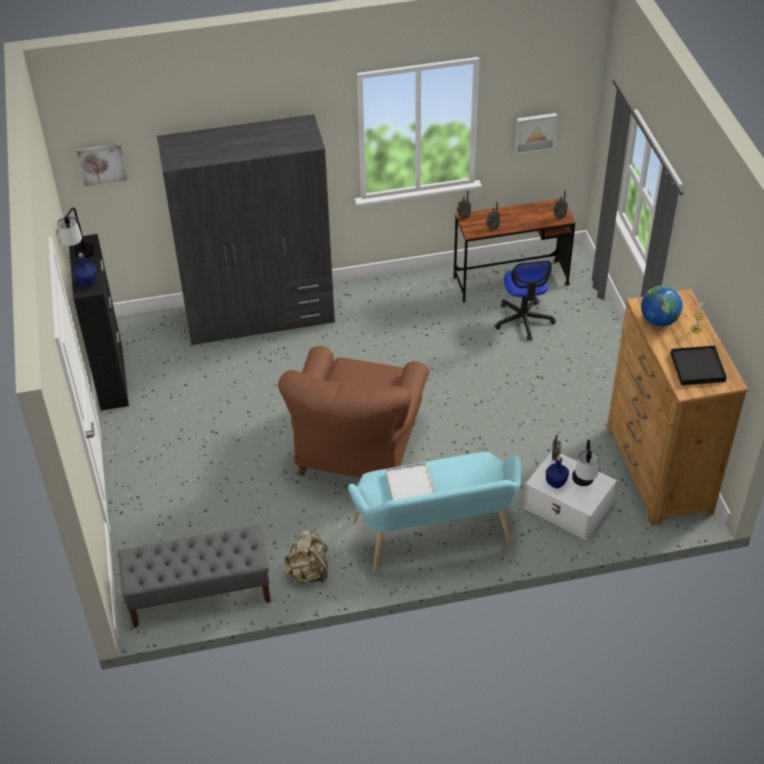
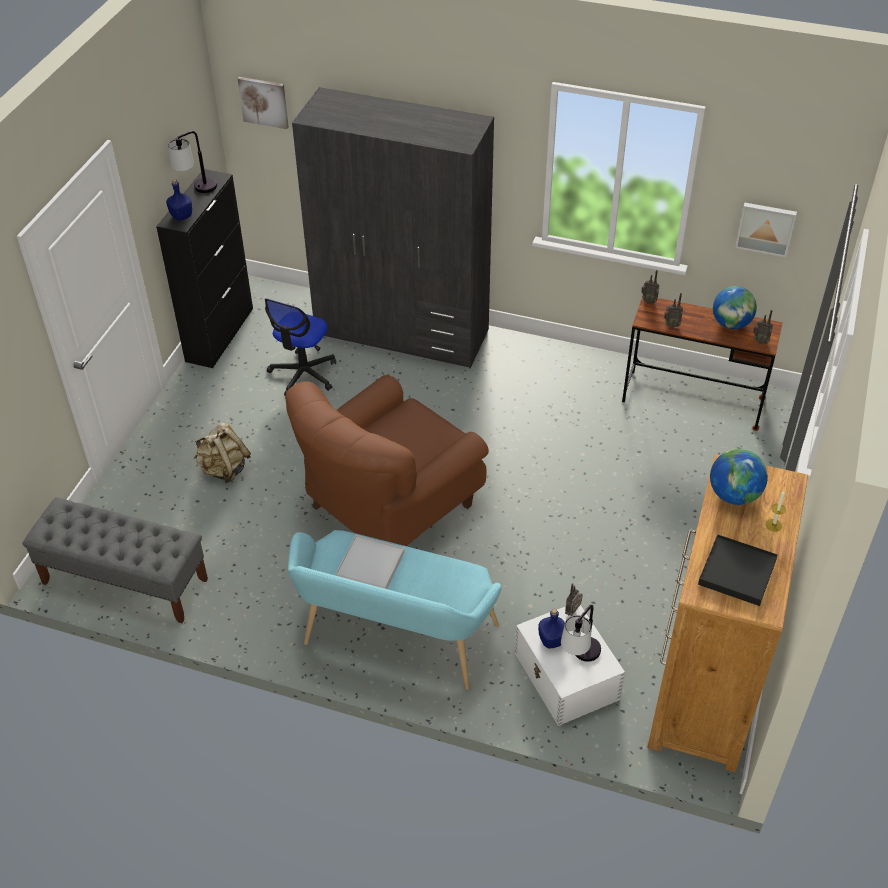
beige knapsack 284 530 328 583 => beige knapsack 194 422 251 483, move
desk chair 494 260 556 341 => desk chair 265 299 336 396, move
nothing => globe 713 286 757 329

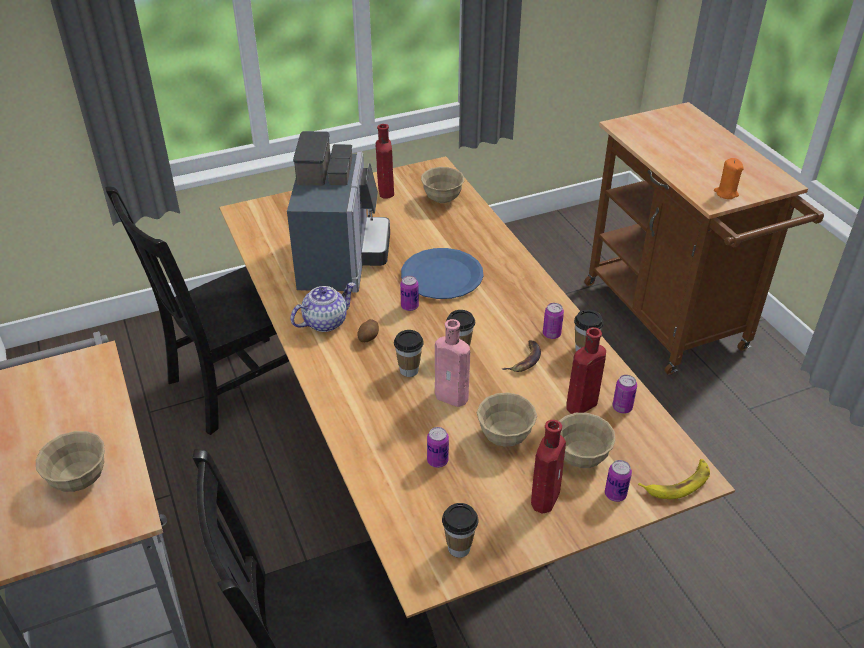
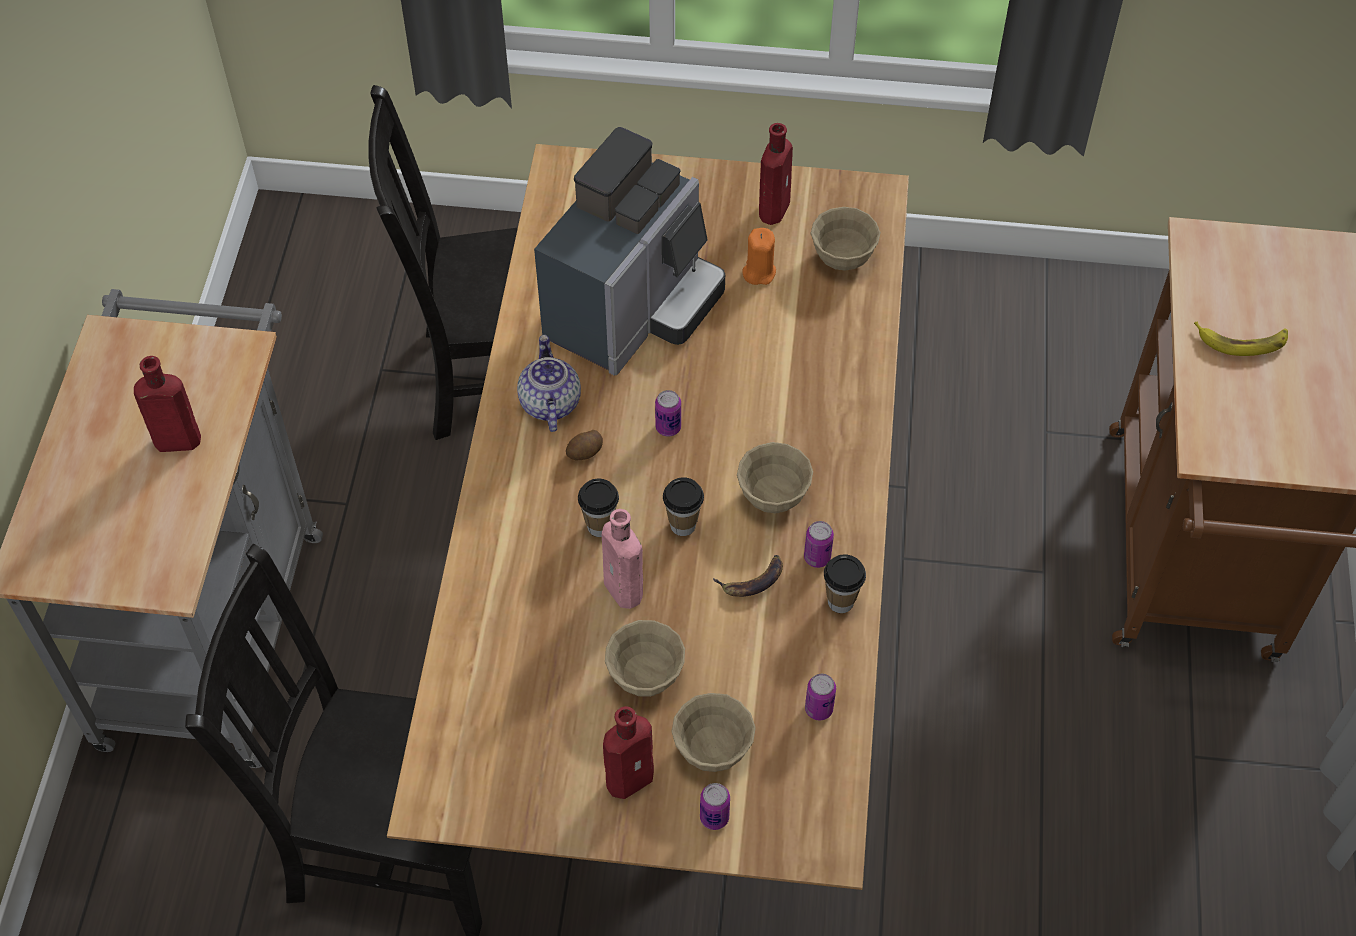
reddish drink bottle 566 327 606 414 => reddish drink bottle 134 356 201 452, move
pot for tea 290 282 356 332 => pot for tea 517 335 581 432, 90 degrees counterclockwise
beige bowl 36 431 105 492 => beige bowl 737 442 813 514, move
orange wax light 714 158 744 199 => orange wax light 742 228 776 285, move
banana 638 459 710 499 => banana 1194 322 1288 356, move
blue-coloured plate 401 248 484 299 => nothing
metal can 427 427 449 468 => nothing
drinking cup 442 503 479 558 => nothing

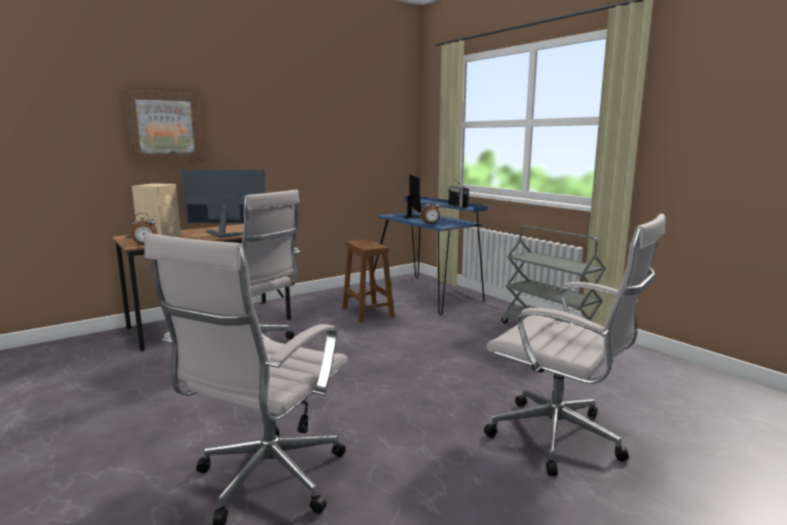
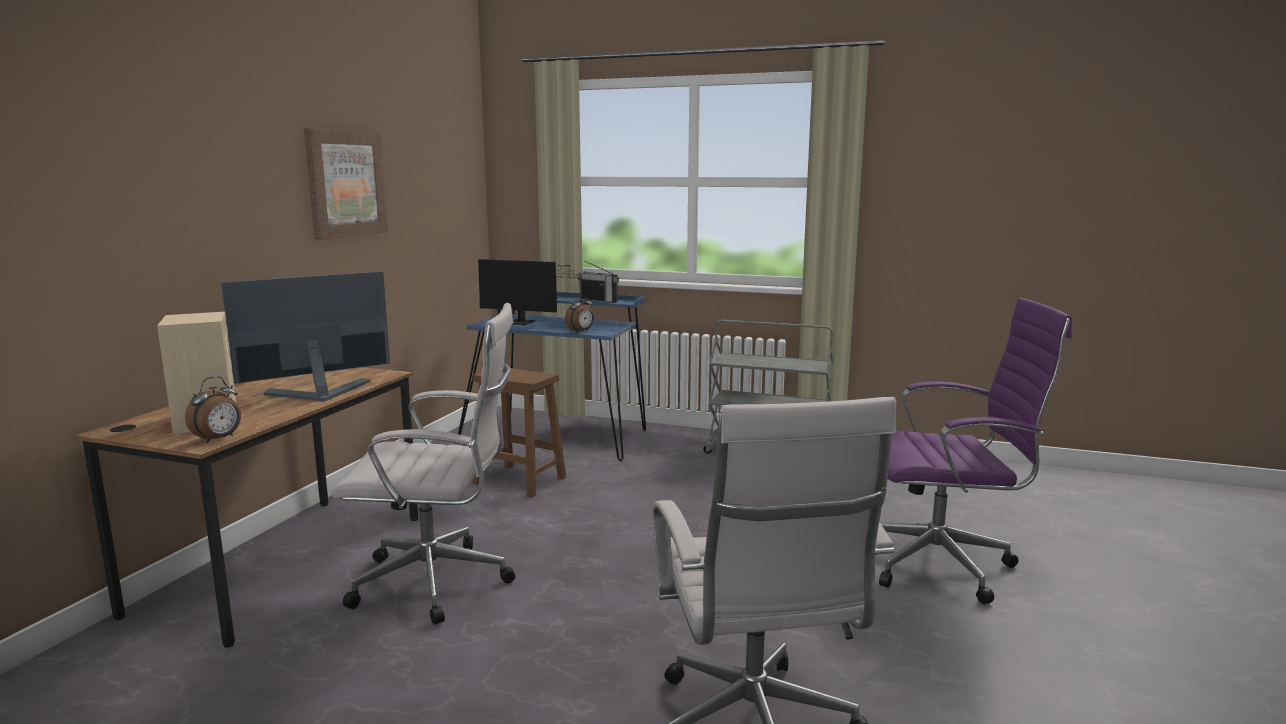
wall picture 124 89 204 163 => wall picture 304 128 388 240, move
computer display 403 174 420 219 => computer display 478 259 575 325, 150 degrees clockwise
whitish desk chair 484 214 665 476 => purple desk chair 879 298 1072 604

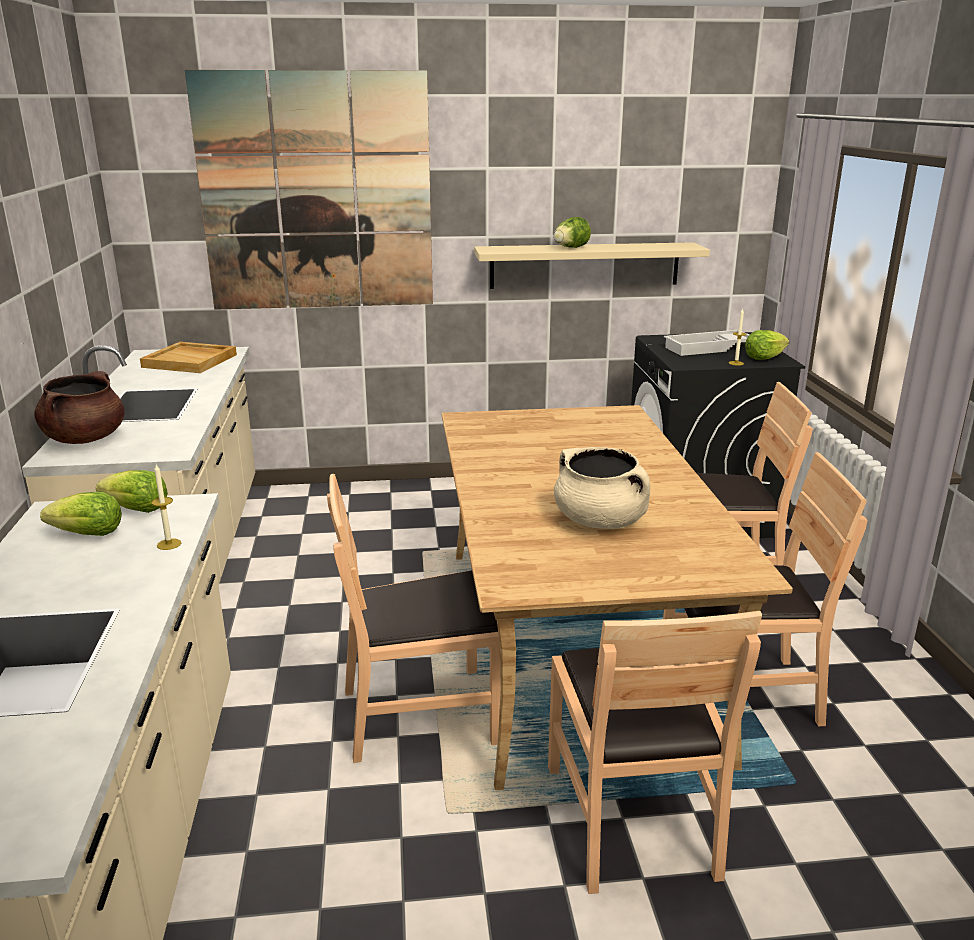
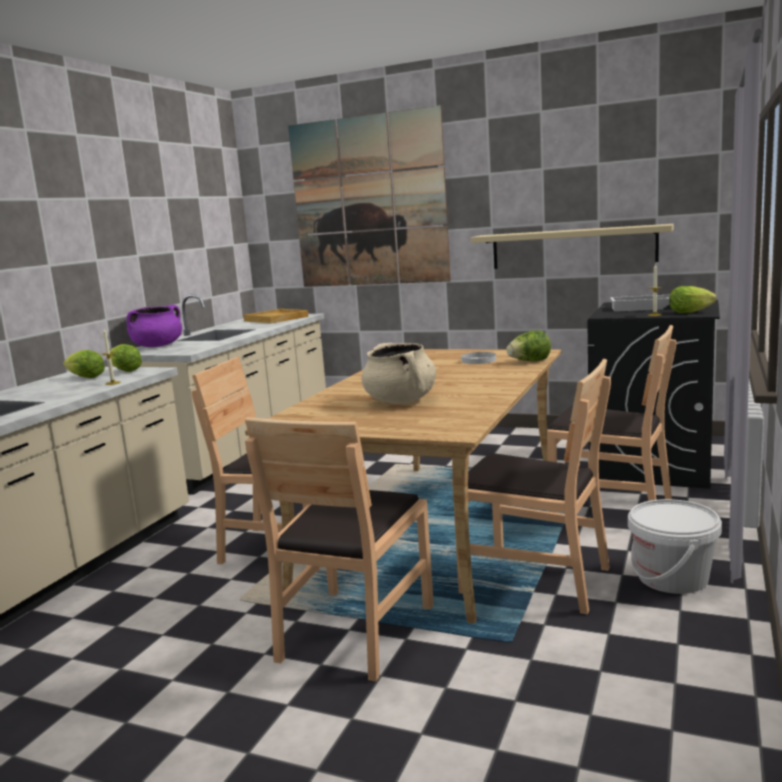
brownish saucepot 34 371 125 444 => purple saucepot 126 305 182 347
nothing => whitish plate 461 352 496 364
lettuce head 554 217 591 248 => lettuce head 506 330 551 361, move
nothing => whitish pail 628 499 722 594

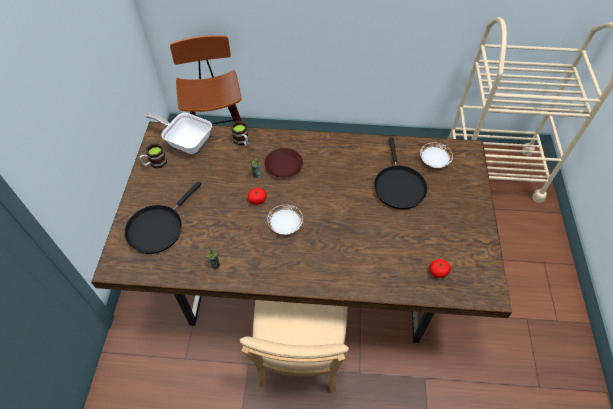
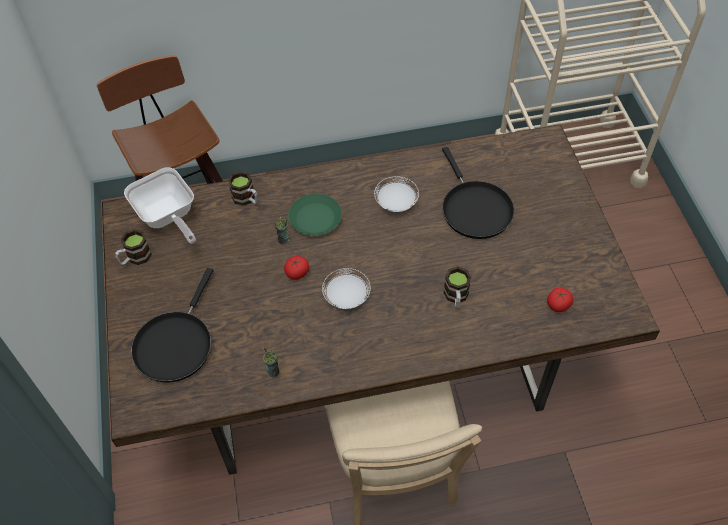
pan 145 113 212 154 => pan 124 167 196 244, 135 degrees counterclockwise
brownish plate 264 148 303 178 => green-coloured plate 288 194 342 236
whitish plate 420 143 453 168 => whitish plate 374 176 419 212, move
nothing => tea mug 443 266 471 308

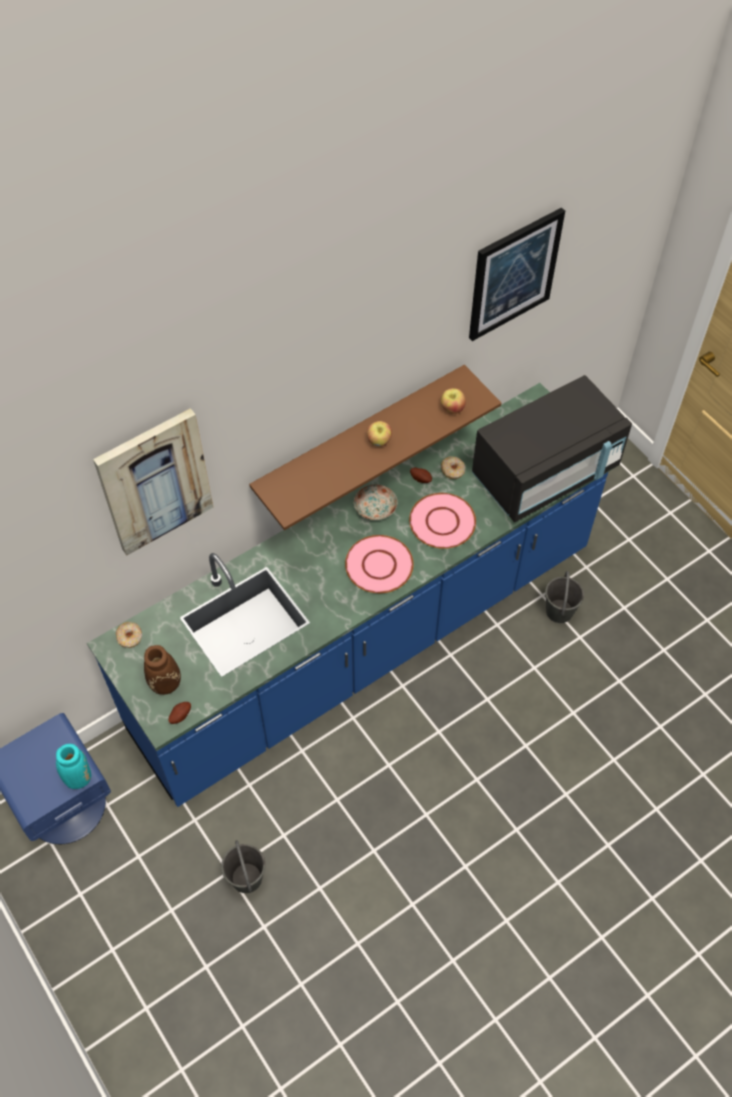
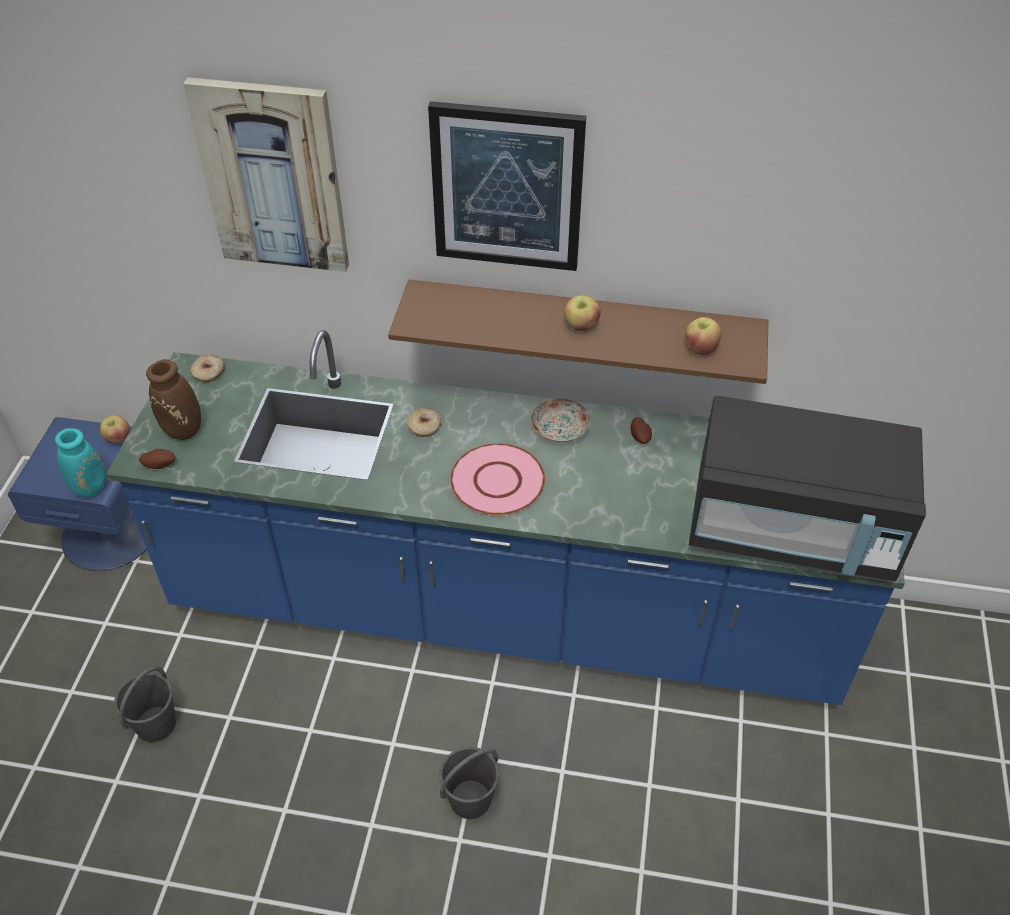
nothing => whole apple 100 415 130 443
doughnut 441 456 465 479 => doughnut 407 407 441 437, move
wall picture 469 207 565 341 => wall picture 428 101 586 271, move
greyish pail 545 571 584 623 => greyish pail 439 747 499 819, move
pink-coloured plate 409 493 476 549 => nothing

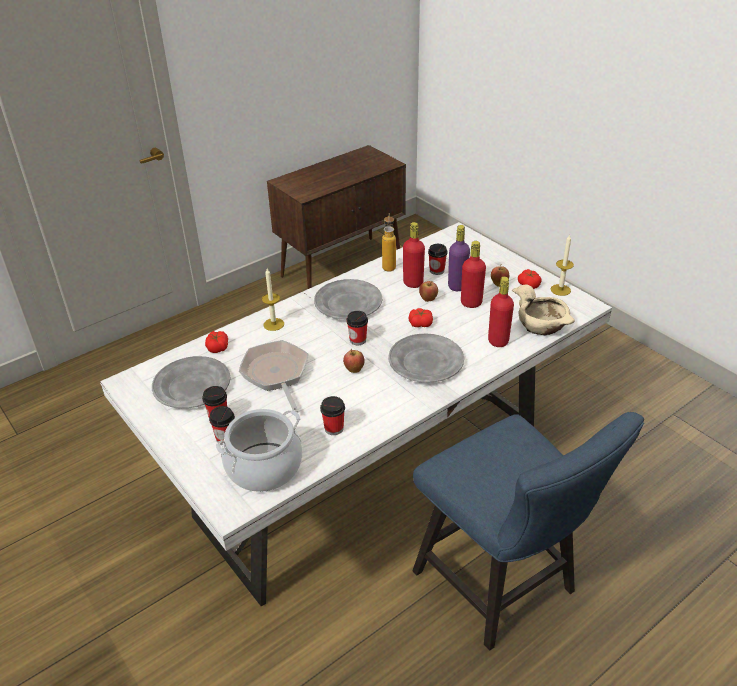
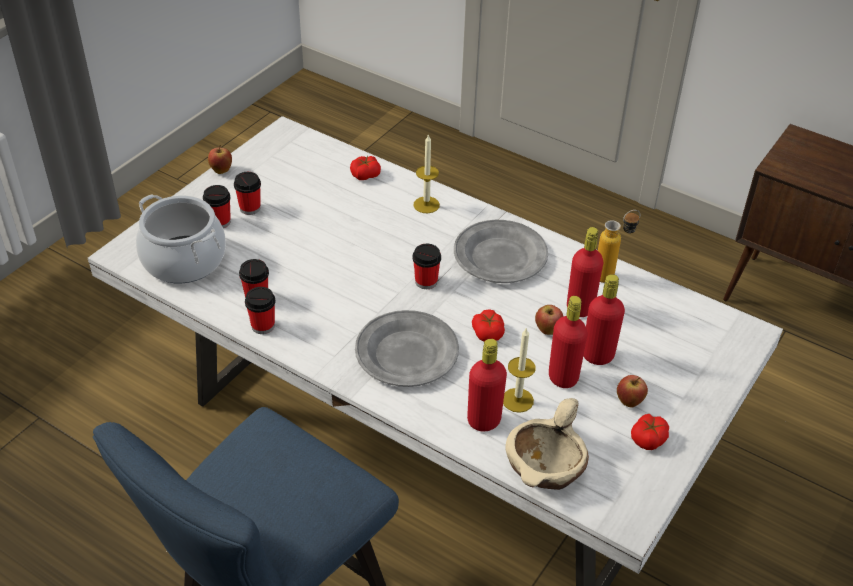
whole apple 343 349 364 373 => whole apple 208 145 232 174, move
drinking cup 428 244 447 275 => drinking cup 245 287 276 334, move
wax light 551 234 574 296 => wax light 503 327 536 413, move
purple drink bottle 448 225 470 291 => reddish drink bottle 584 274 625 365
greyish plate 152 356 230 409 => nothing
pan 239 340 308 413 => nothing

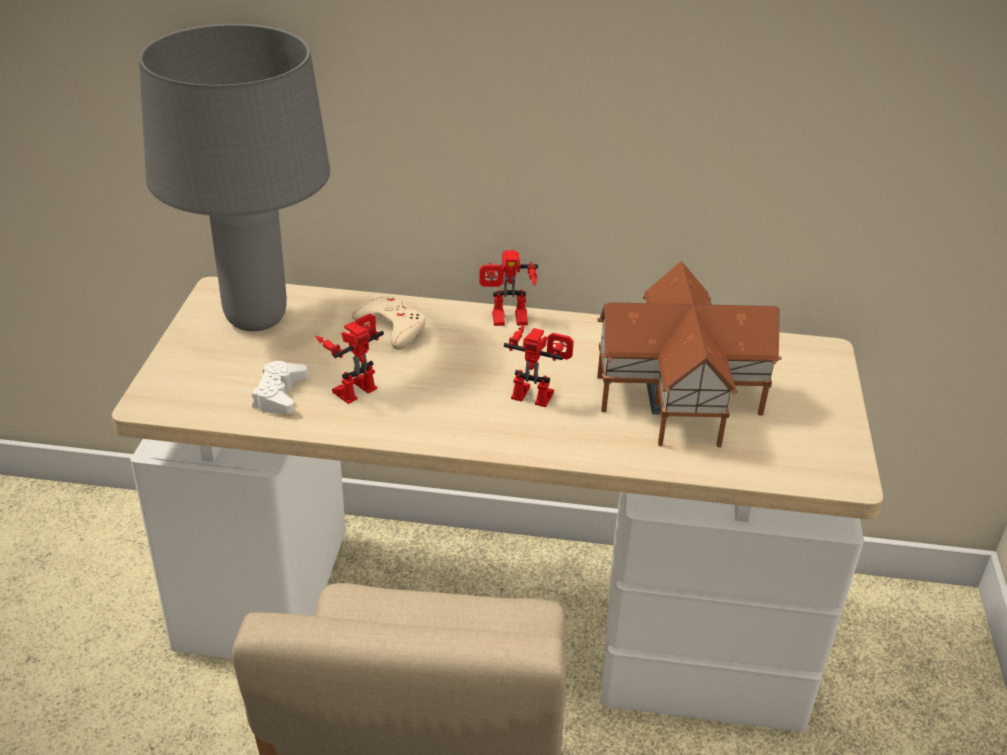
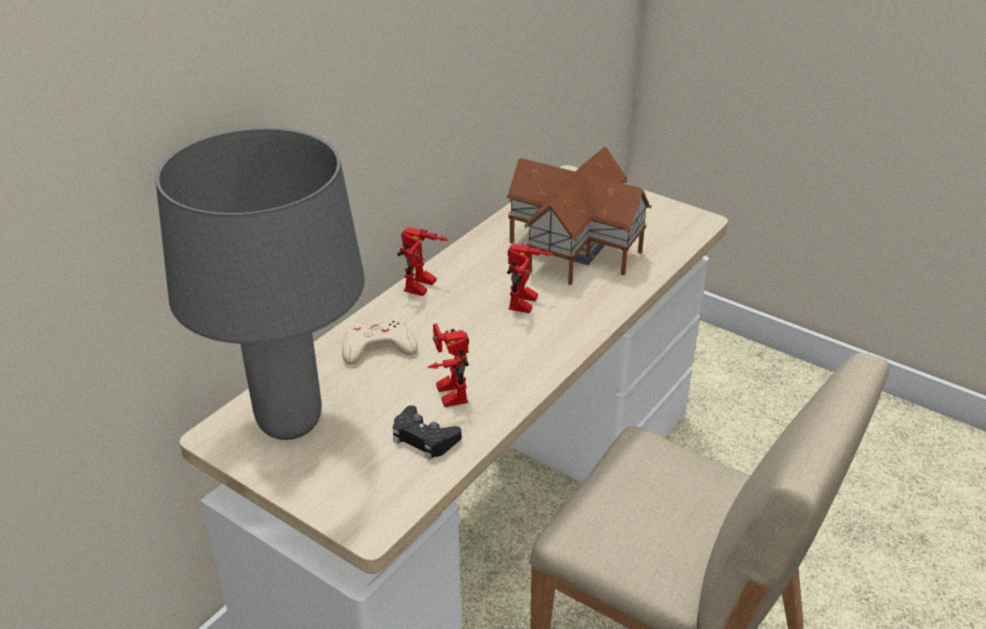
whitish game controller 252 361 308 414 => blackish game controller 393 405 462 460
toy robot 504 325 574 407 => toy robot 507 244 554 313, 150 degrees clockwise

